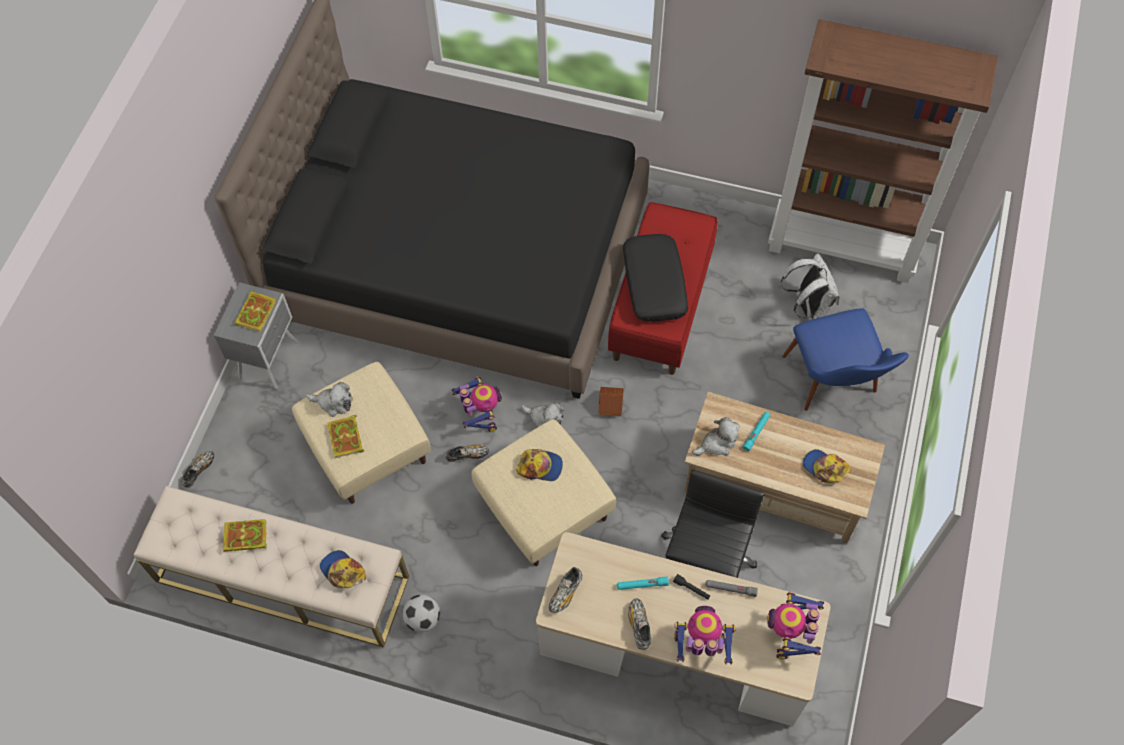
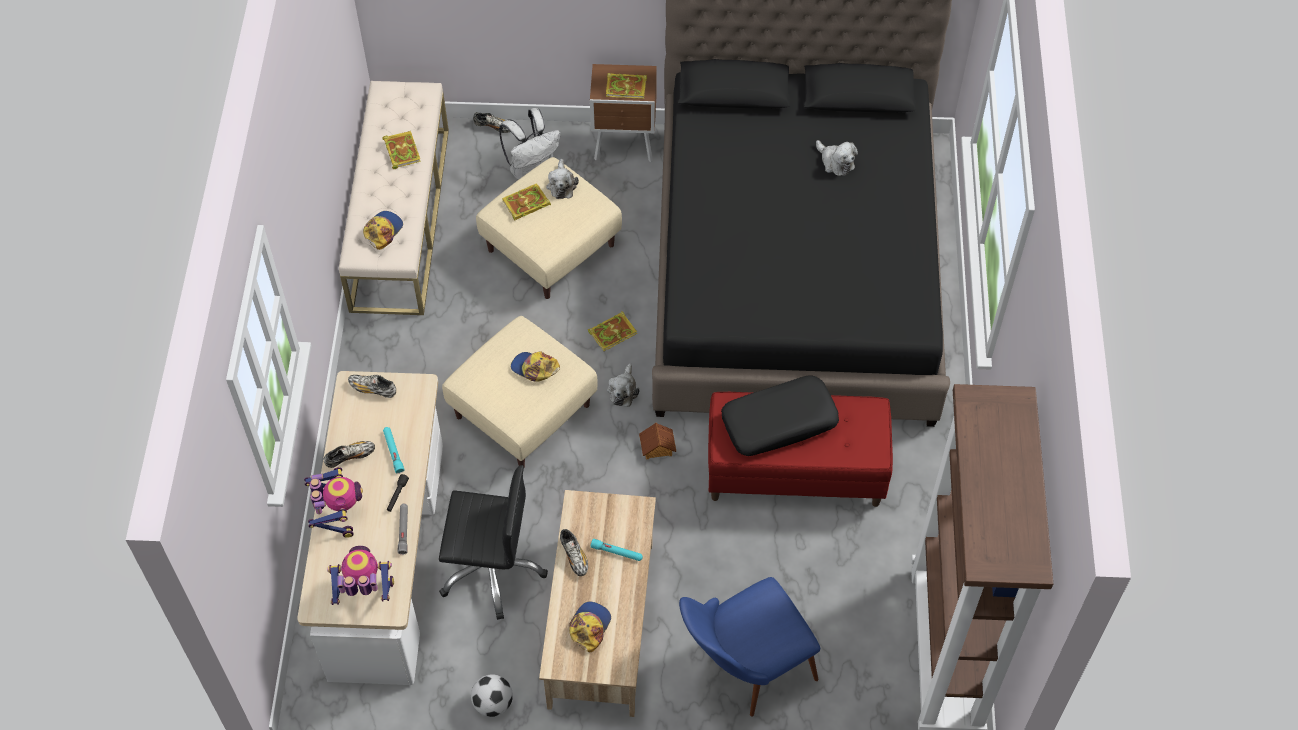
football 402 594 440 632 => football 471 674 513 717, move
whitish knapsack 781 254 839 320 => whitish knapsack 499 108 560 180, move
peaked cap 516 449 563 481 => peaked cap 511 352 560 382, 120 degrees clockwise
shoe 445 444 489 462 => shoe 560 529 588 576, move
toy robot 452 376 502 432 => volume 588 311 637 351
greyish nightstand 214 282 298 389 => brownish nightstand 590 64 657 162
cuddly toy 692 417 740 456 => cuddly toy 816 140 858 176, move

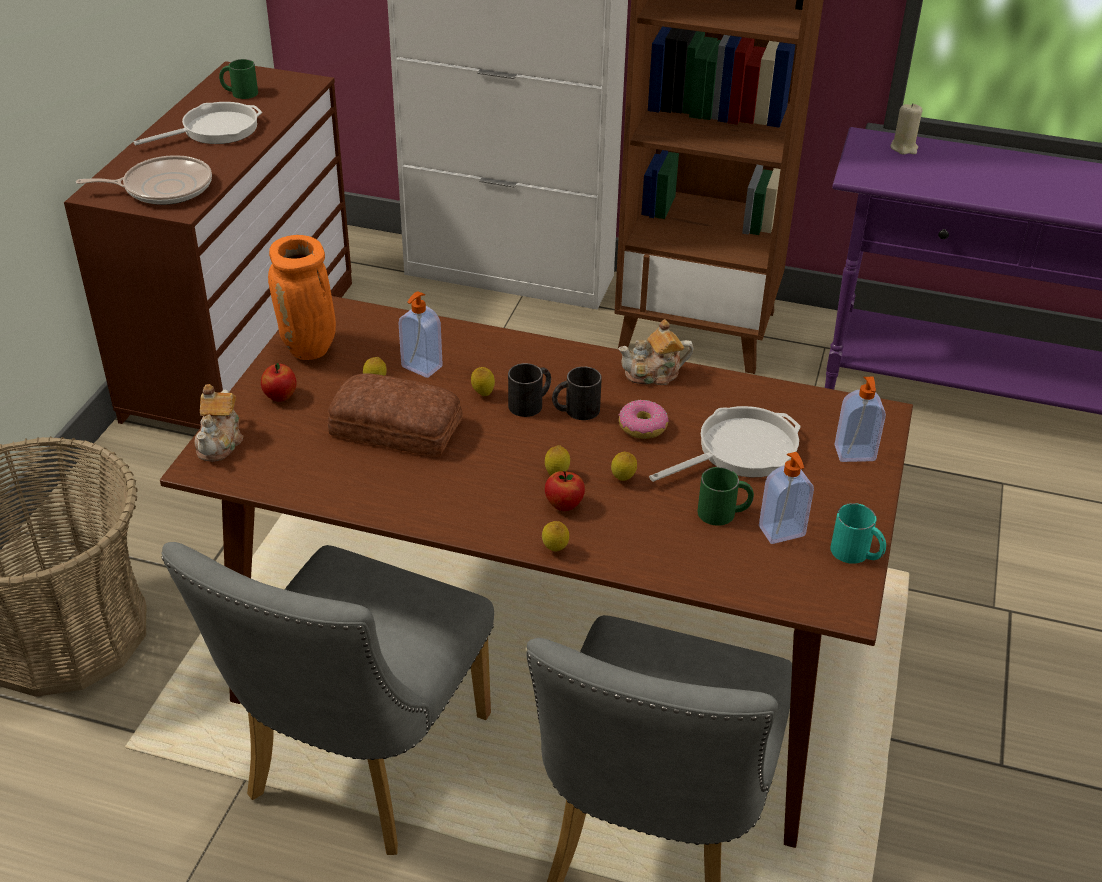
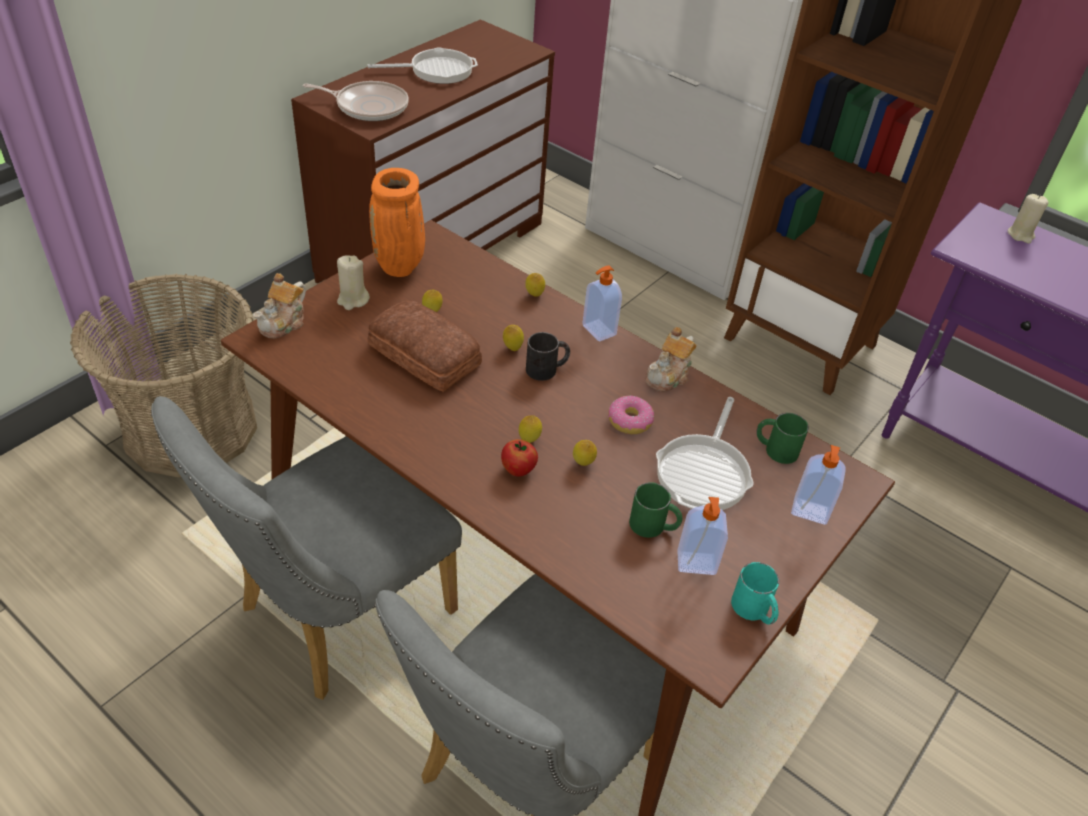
whole apple 261 363 297 402 => beige wax light 337 255 370 310
whole lemon 542 521 569 552 => whole lemon 525 273 545 297, move
liquid soap bottle 398 291 443 378 => liquid soap bottle 582 266 622 342, move
pot for tea 618 319 694 385 => pot for tea 645 327 697 392, 60 degrees counterclockwise
pan 649 406 801 482 => pan 656 397 754 510, 120 degrees clockwise
green-coloured tea mug 219 59 258 99 => green-coloured tea mug 756 413 809 464, move
blackish tea mug 552 366 602 420 => nothing

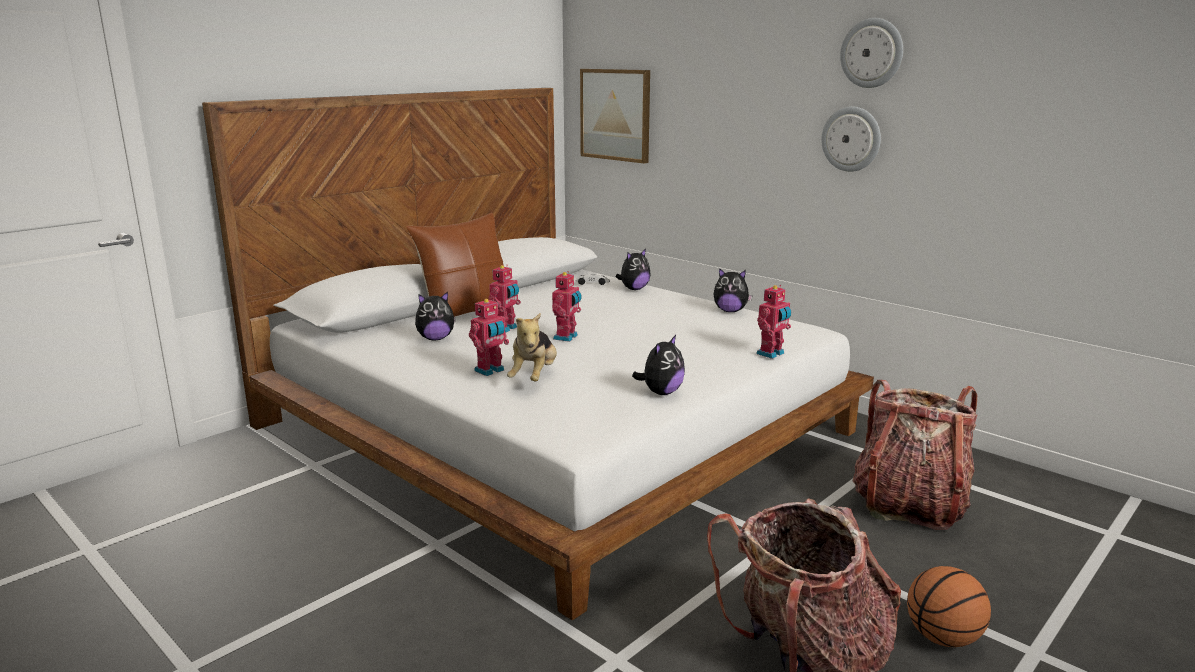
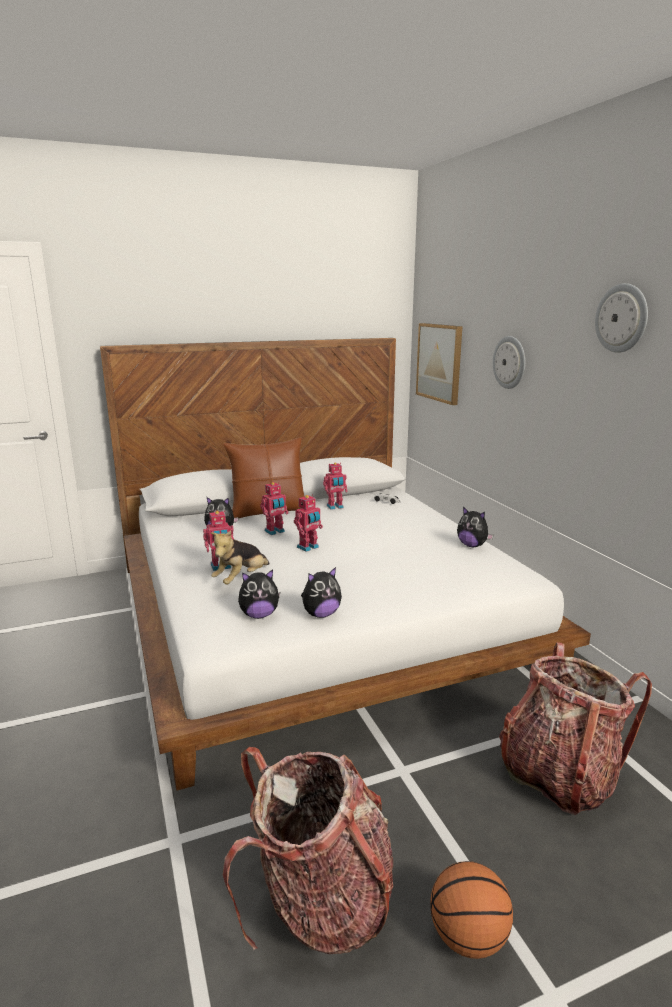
cuddly toy 616 249 651 290 => cuddly toy 238 569 280 619, move
toy robot 756 285 791 359 => toy robot 323 462 348 510, move
wall clock 821 106 881 172 => wall clock 493 336 525 389, move

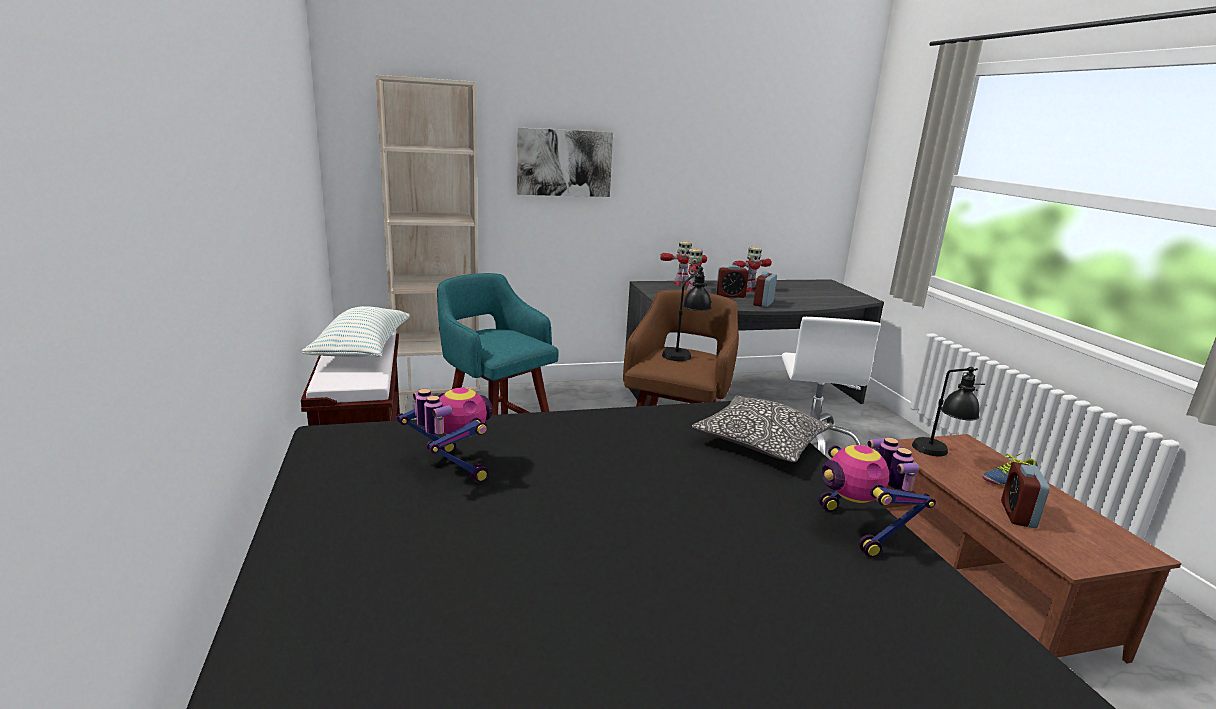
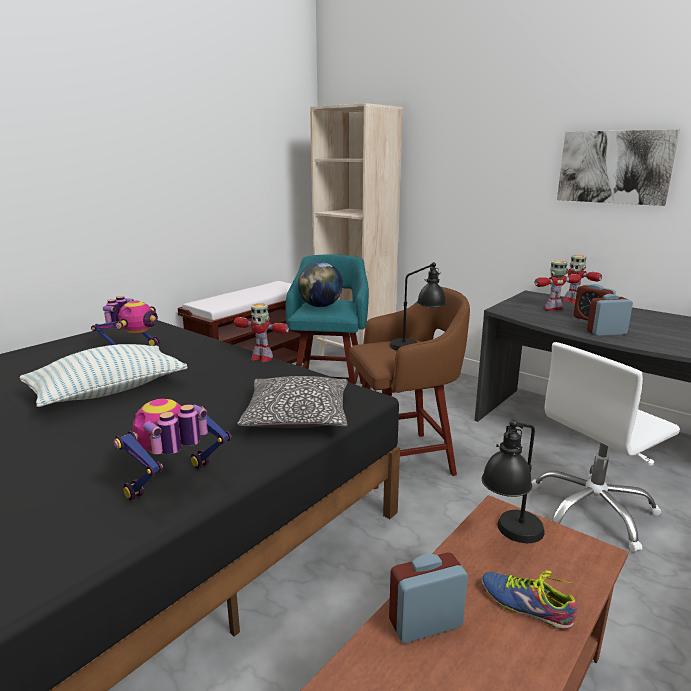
cushion 302 306 410 357 => cushion 19 344 188 407, move
toy robot 733 247 772 292 => toy robot 234 304 289 362, move
nothing => globe 298 262 343 307
wall picture 517 127 613 197 => wall picture 557 130 680 206, move

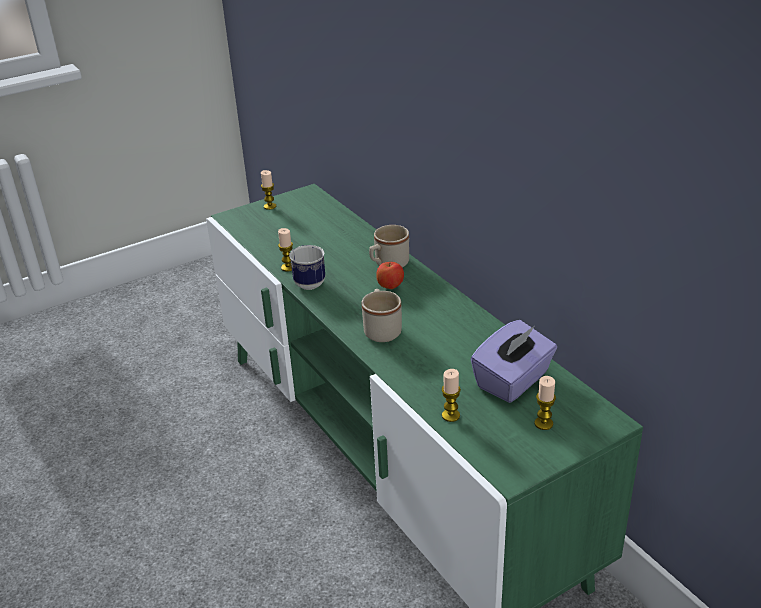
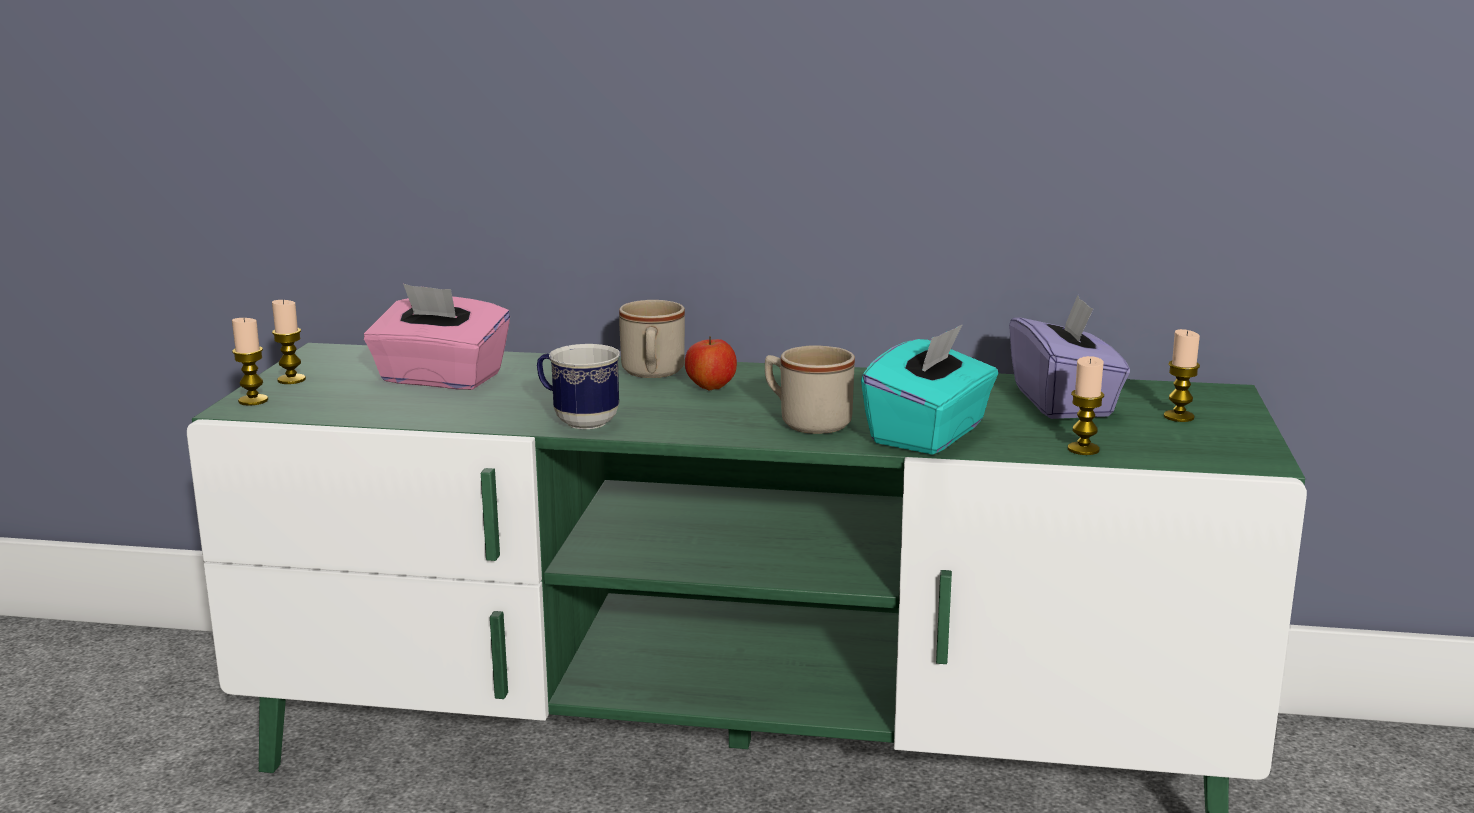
wax light 278 228 293 272 => wax light 232 317 268 406, move
nothing => pink-coloured tissue holder 364 284 510 390
nothing => turquoise tissue holder 861 324 998 455

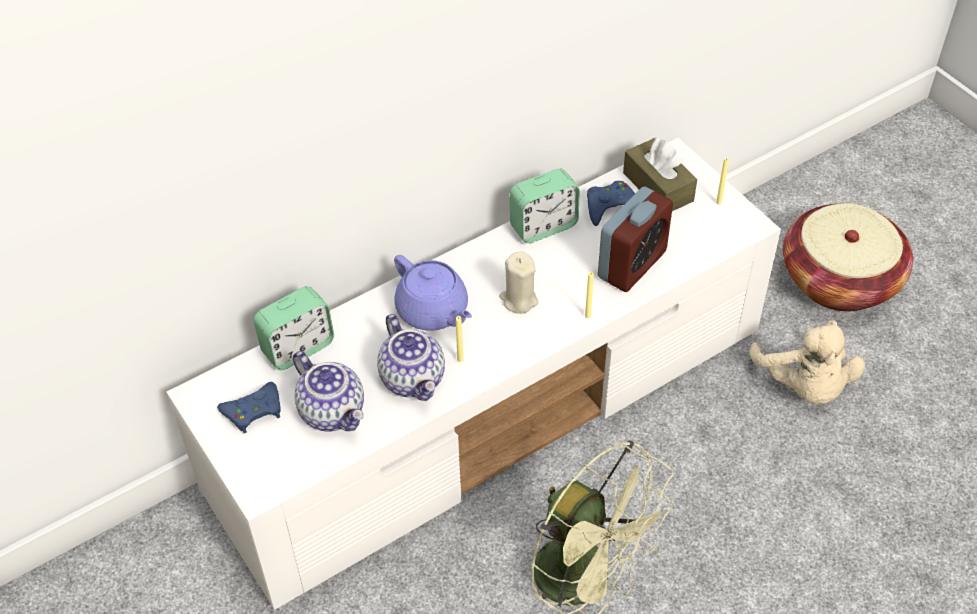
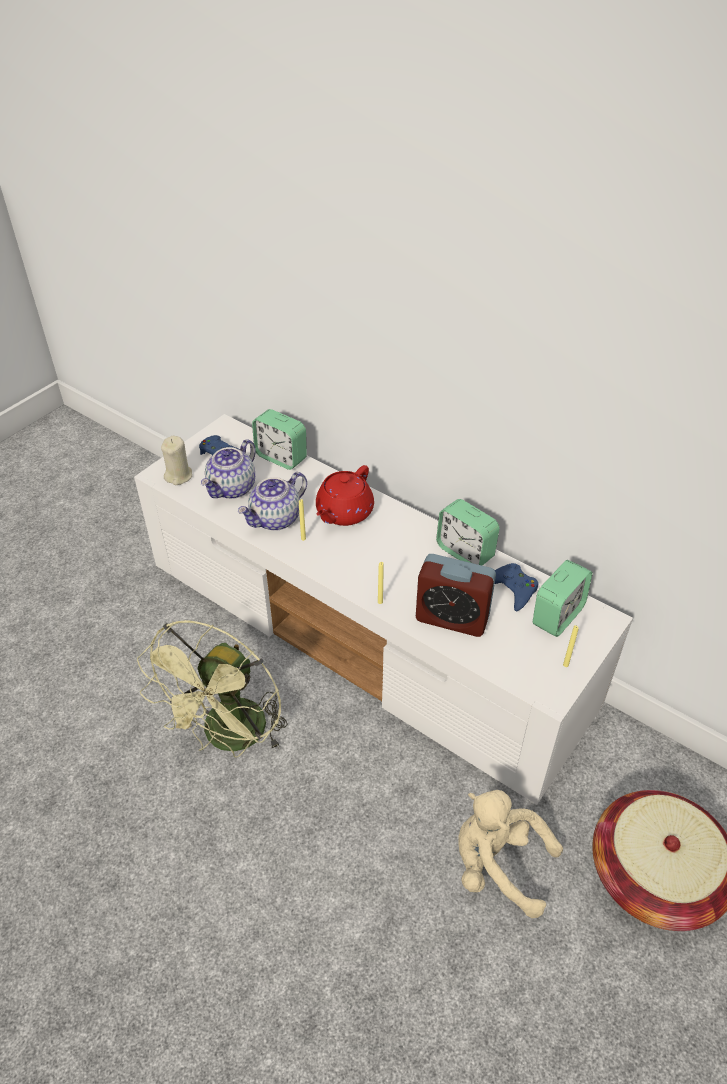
beige wax light 499 252 538 314 => beige wax light 161 436 192 485, move
purple pot for tea 394 255 472 331 => reddish pot for tea 316 465 374 526
beige cuddly toy 749 320 865 404 => beige cuddly toy 458 790 563 918, 60 degrees clockwise
brownish tissue holder 623 137 697 211 => alarm clock 533 560 593 637

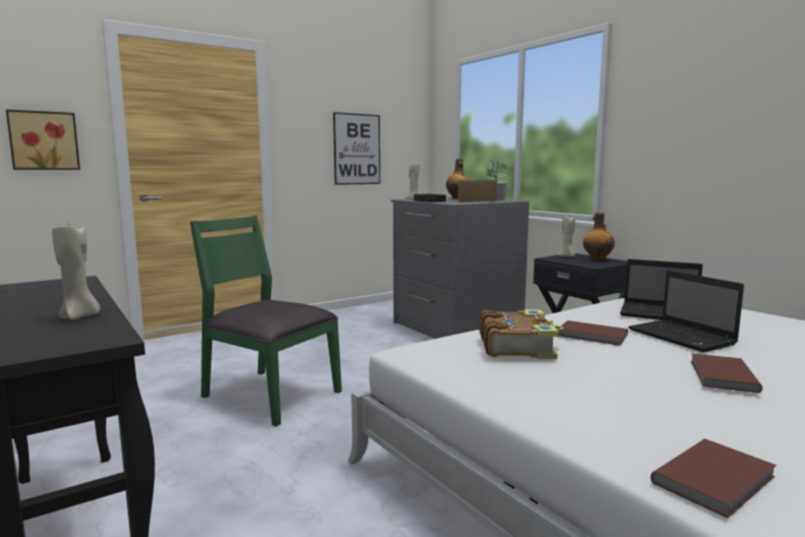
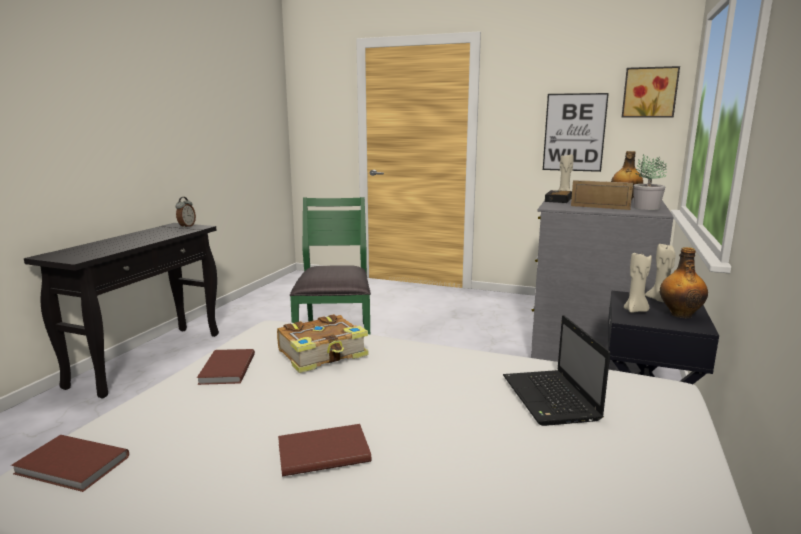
nothing => alarm clock 175 197 196 228
brownish volume 558 320 628 346 => brownish volume 197 349 255 385, move
wall picture 6 110 80 170 => wall picture 622 66 680 118, move
beige wax light 52 224 100 320 => beige wax light 624 253 652 313, move
notebook computer 628 270 744 352 => nothing

